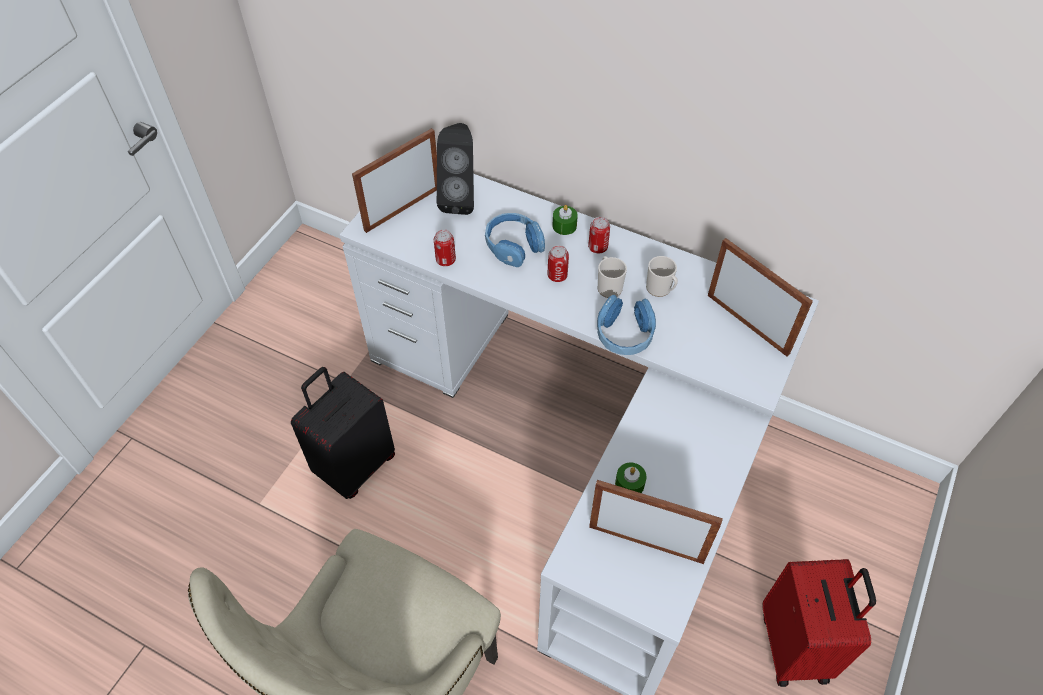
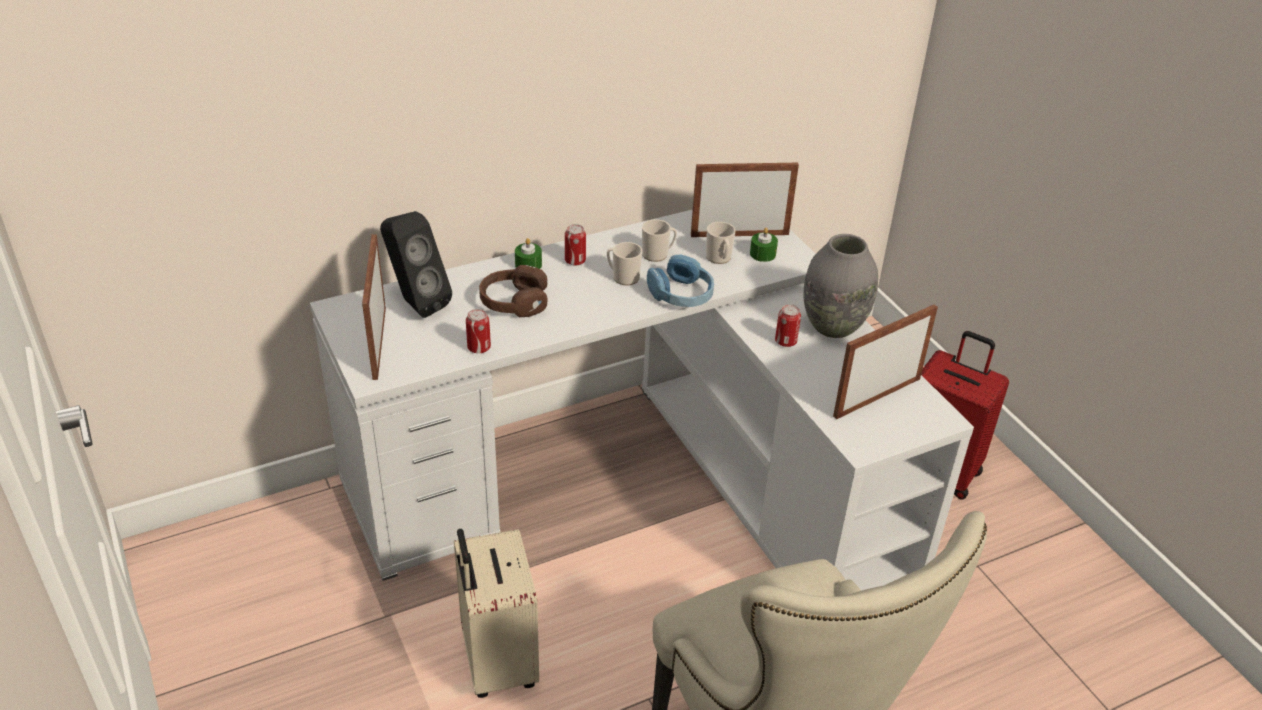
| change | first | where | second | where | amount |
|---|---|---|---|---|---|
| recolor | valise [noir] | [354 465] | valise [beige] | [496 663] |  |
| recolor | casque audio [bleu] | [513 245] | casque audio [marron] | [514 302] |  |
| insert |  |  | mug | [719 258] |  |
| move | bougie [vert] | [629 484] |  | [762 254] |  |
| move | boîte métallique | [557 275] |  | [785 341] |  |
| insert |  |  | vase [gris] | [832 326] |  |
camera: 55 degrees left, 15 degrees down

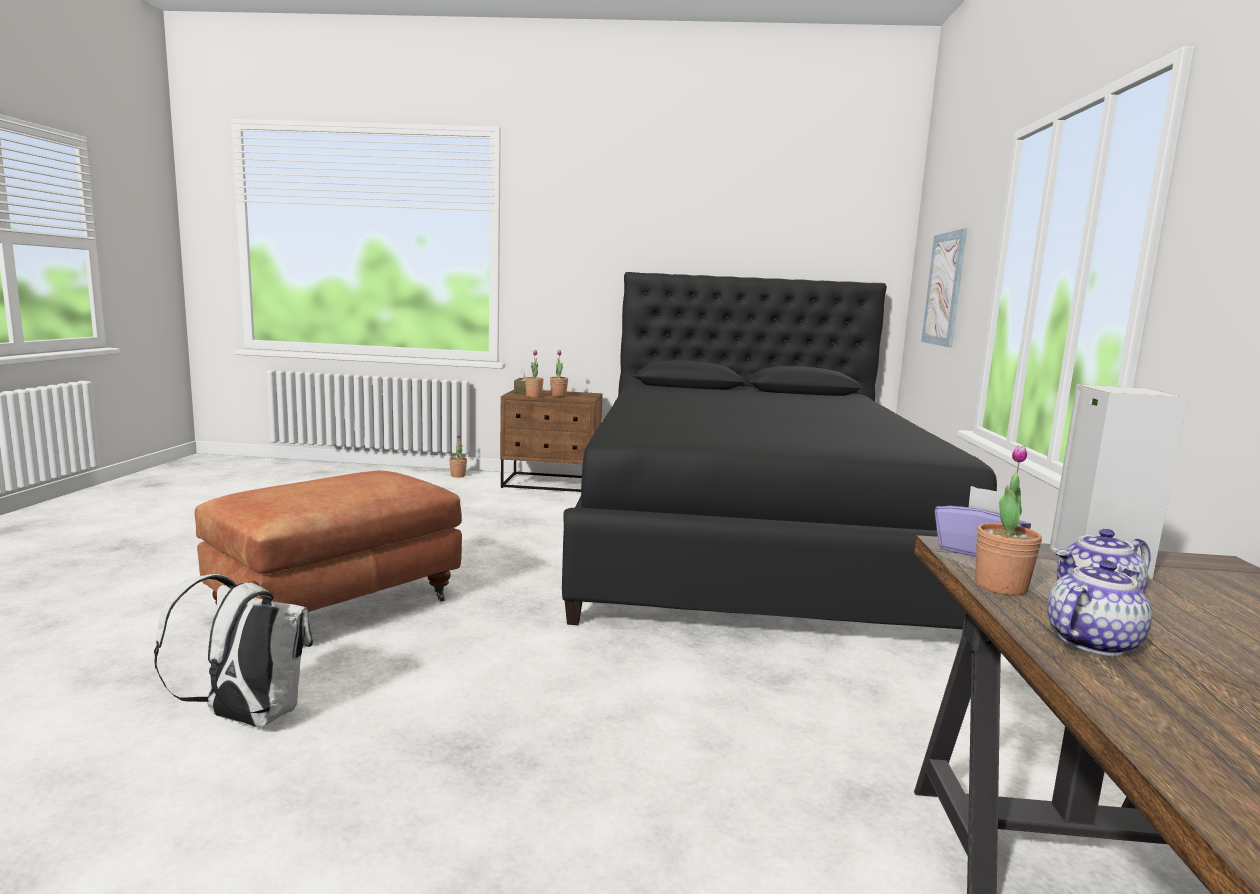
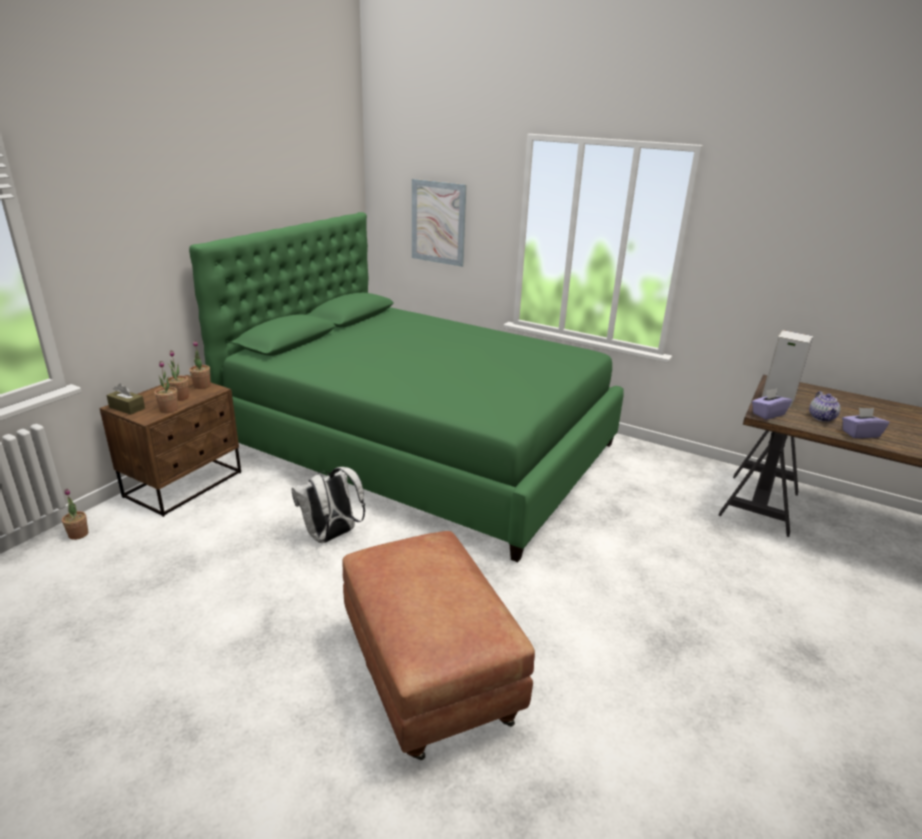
| change | first | where | second | where | amount |
|---|---|---|---|---|---|
| recolor | lit [noir] | [751 542] | lit [vert] | [421 445] |  |
| move | plante en pot | [1000 586] |  | [202 386] |  |
| move | sac à dos [blanc] | [246 718] |  | [331 536] |  |
| replace | théière | [1091 641] | boîte à mouchoirs [violet] | [860 434] |  |
camera: 65 degrees left, 15 degrees up

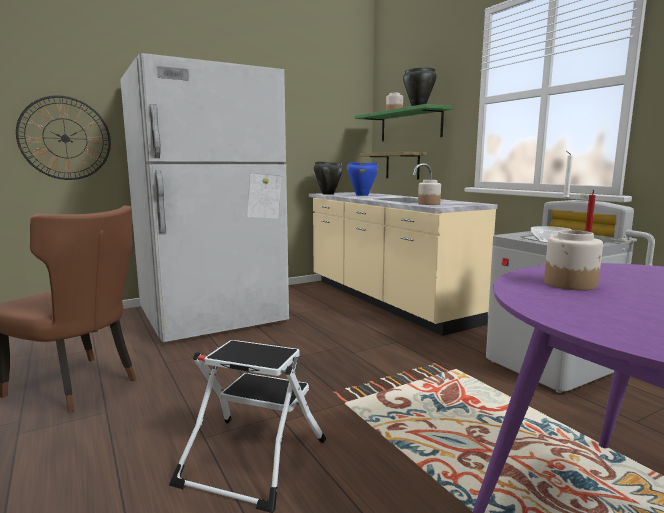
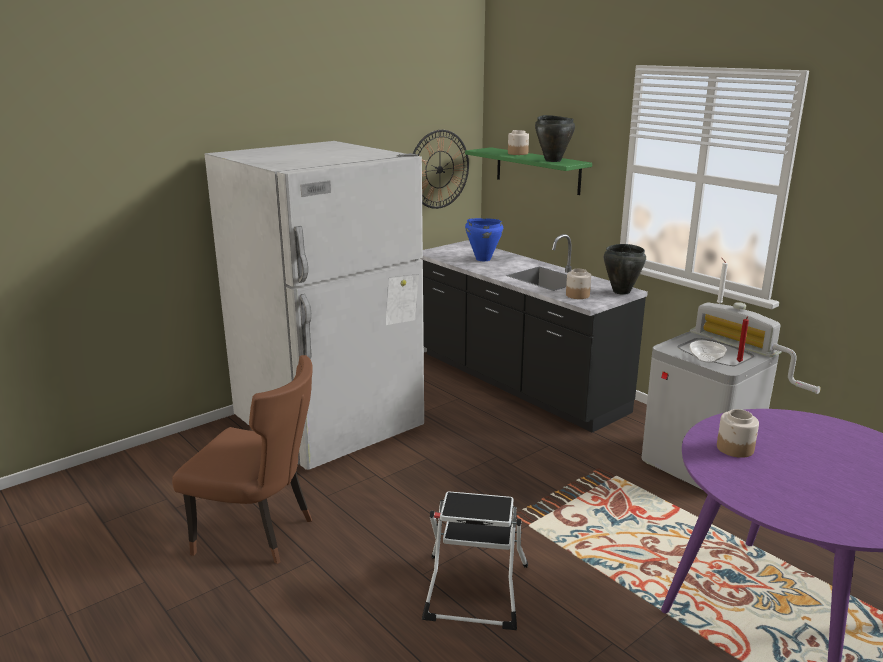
| change | first | where | second | where | amount |
|---|---|---|---|---|---|
| move | horloge murale | [65 138] |  | [439 169] |  |
| recolor | comptoir de cuisine [beige] | [385 300] | comptoir de cuisine [noir] | [515 383] |  |
| move | marmite [noir] | [327 194] |  | [621 292] |  |
| delete | étagère | [402 165] |  |  |  |
camera: 10 degrees left, 10 degrees up

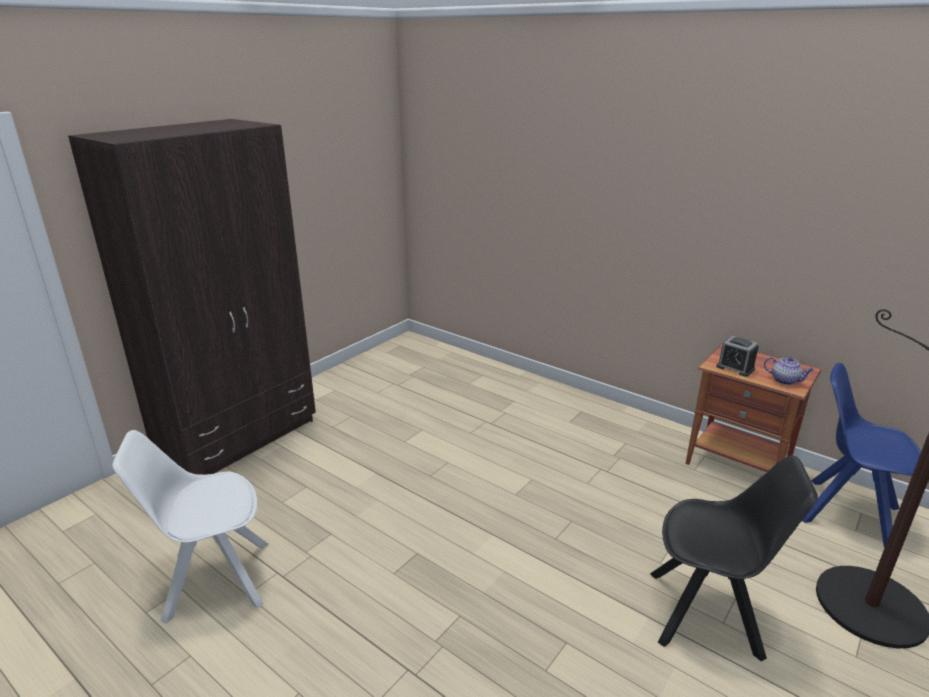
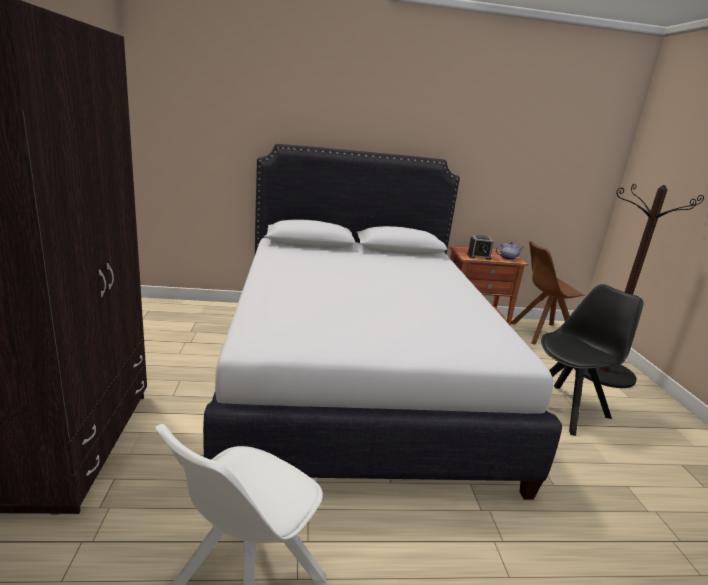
| change | first | where | second | where | amount |
|---|---|---|---|---|---|
| insert |  |  | lit [blanc] | [356 375] |  |
| recolor | chaise [bleu] | [846 513] | chaise [marron] | [540 333] |  |
camera: 45 degrees left, 5 degrees down

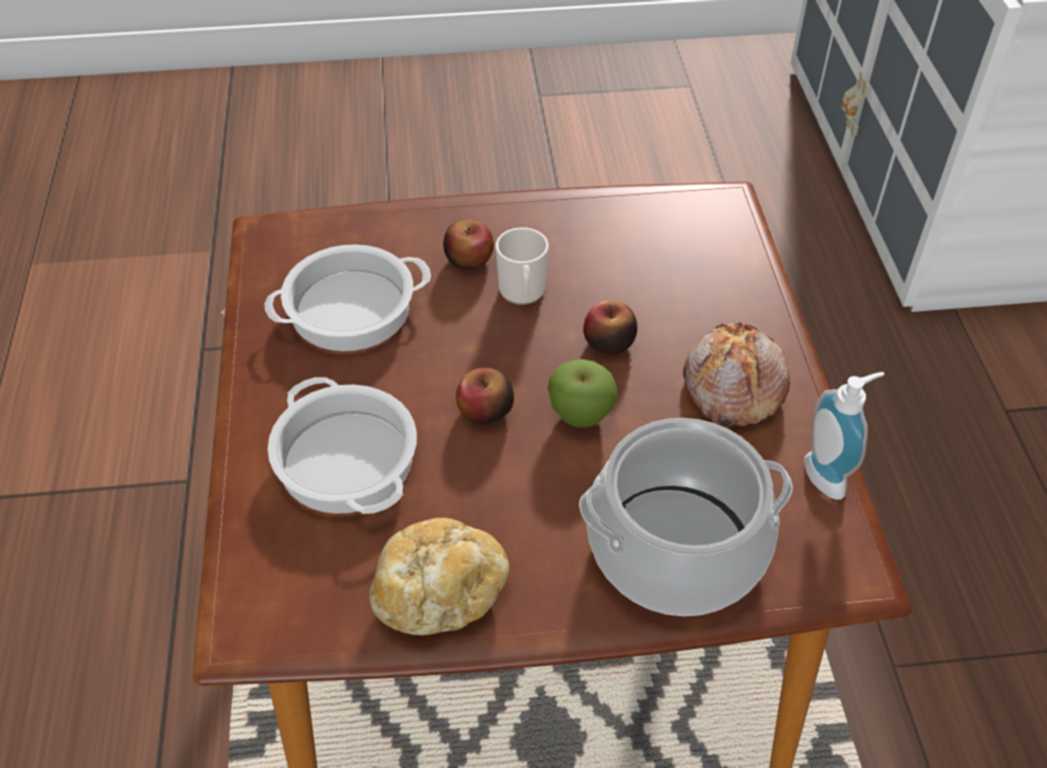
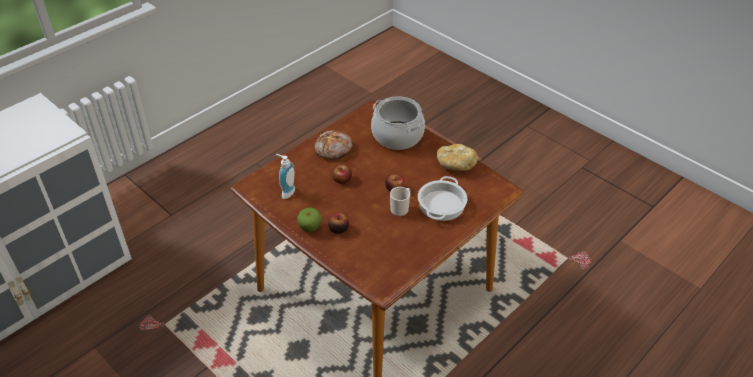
| change | first | where | second | where | amount |
|---|---|---|---|---|---|
| move | distributeur de savon | [830 475] |  | [286 192] |  |
| move | pomme | [581 415] |  | [310 228] |  |
| move | mug | [522 293] |  | [401 208] |  |
| delete | marmite | [350 310] |  |  |  |
camera: 130 degrees left, 5 degrees down

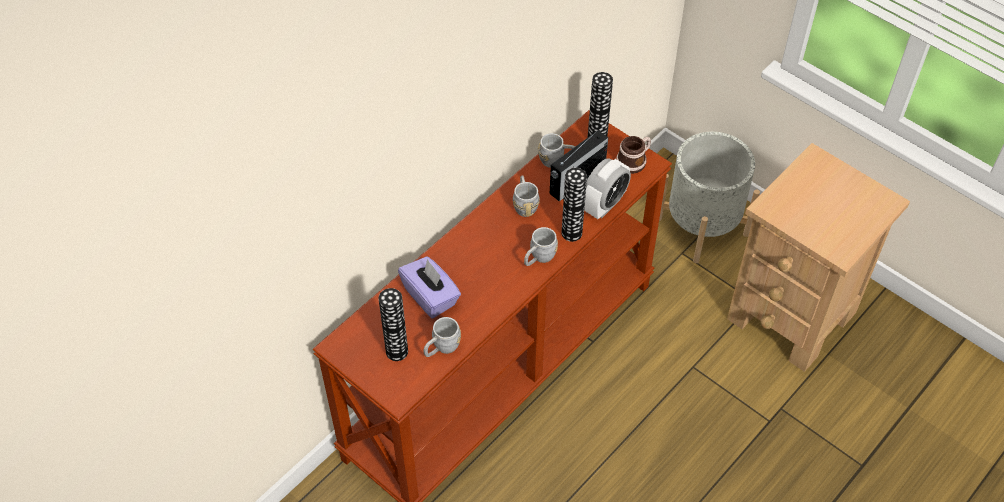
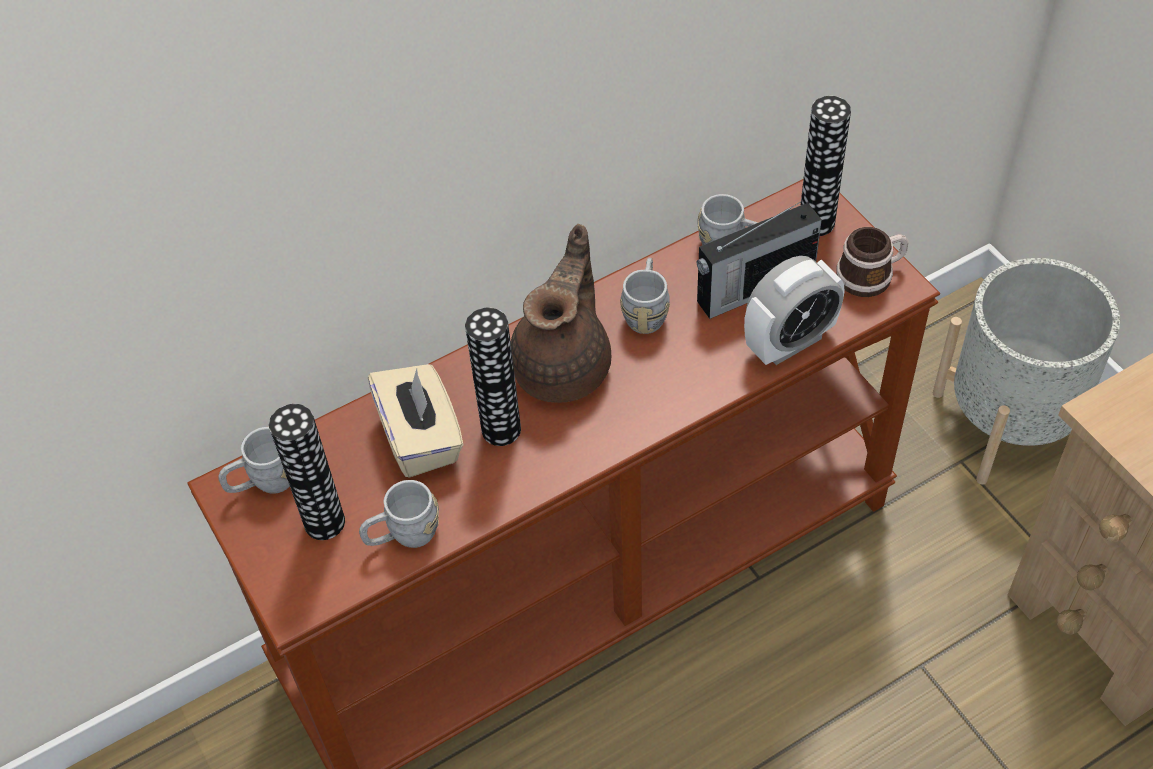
| change | first | where | second | where | amount |
|---|---|---|---|---|---|
| move | mug [gris] | [539 258] |  | [264 482] |  |
| recolor | boîte à mouchoirs [violet] | [431 297] | boîte à mouchoirs [beige] | [421 438] |  |
| move | vase | [571 233] |  | [501 429] |  |
| insert |  |  | théière [marron] | [565 365] |  |
camera: 20 degrees right, 0 degrees up

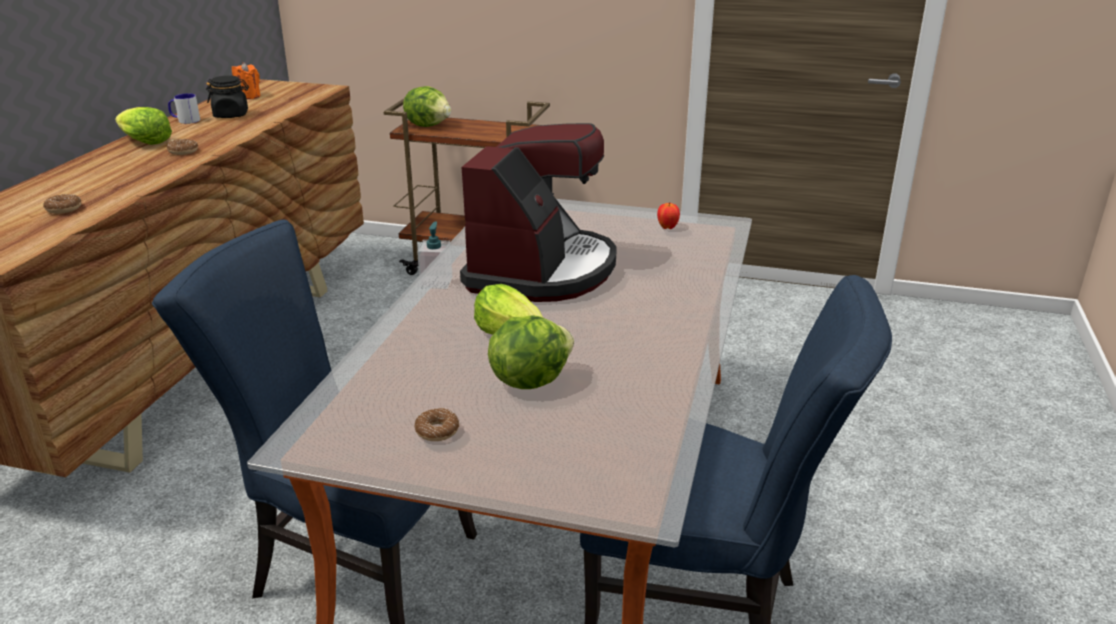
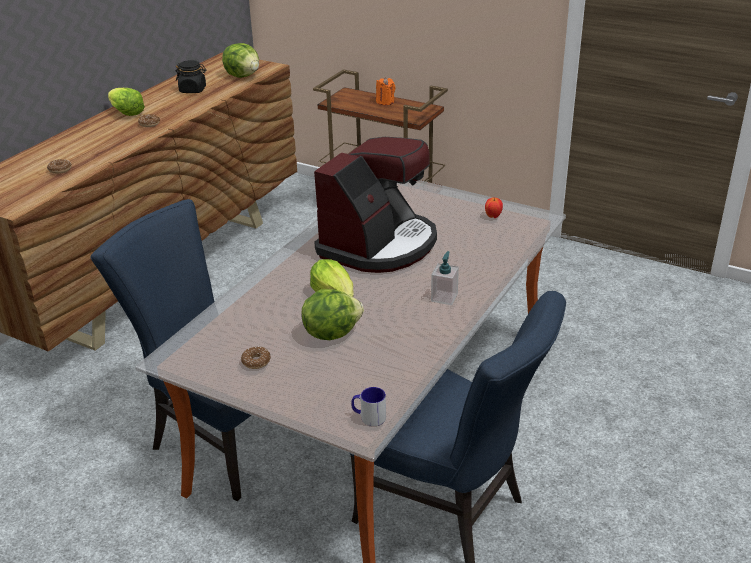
| change | first | where | second | where | amount |
|---|---|---|---|---|---|
| move | laitue | [428 125] |  | [243 75] |  |
| move | mug | [185 120] |  | [368 417] |  |
| move | bougie [orange] | [248 96] |  | [385 102] |  |
| move | distributeur de savon | [436 282] |  | [444 297] |  |
camera: 15 degrees right, 5 degrees up

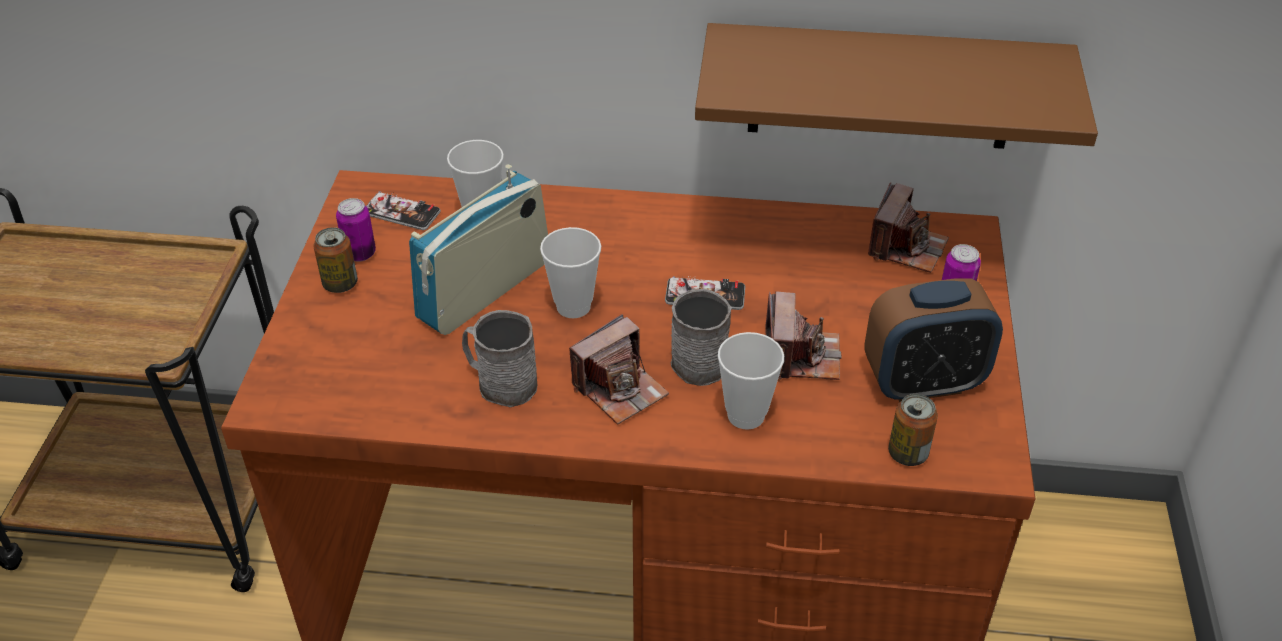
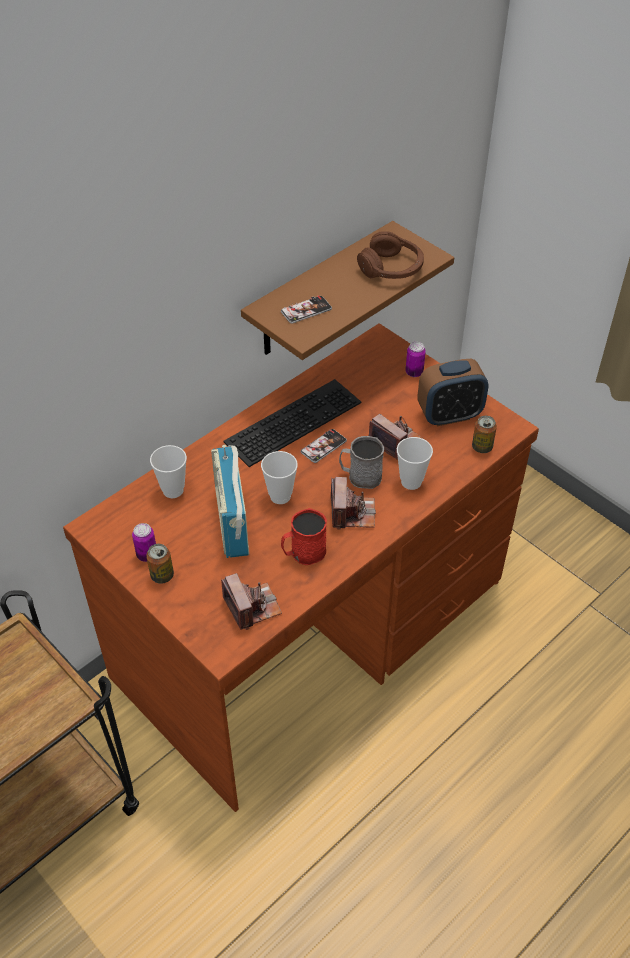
| change | first | where | second | where | amount |
|---|---|---|---|---|---|
| move | appareil photo | [906 247] |  | [252 607] |  |
| insert |  |  | clavier | [293 420] |  |
| move | téléphone | [401 212] |  | [306 310] |  |
| recolor | mug [gris] | [500 383] | mug [rouge] | [303 553] |  |
| insert |  |  | casque audio [marron] | [391 268] |  |
| rotate | réveil | [923 382] |  | [449 415] | 45 degrees clockwise |
camera: 50 degrees left, 5 degrees up

